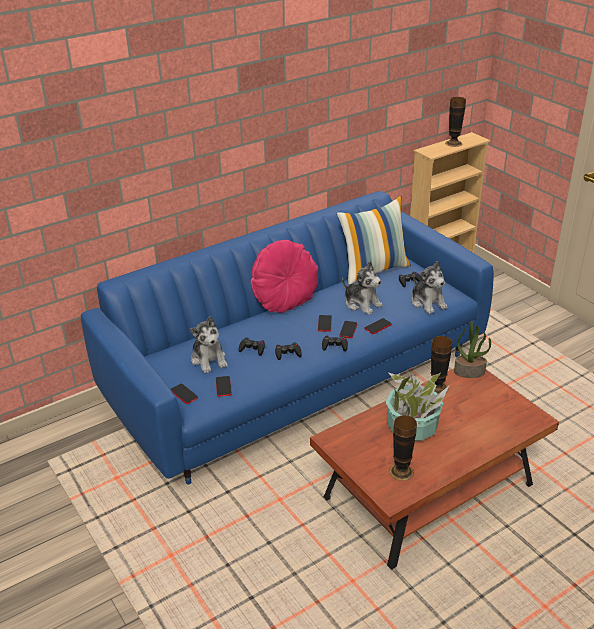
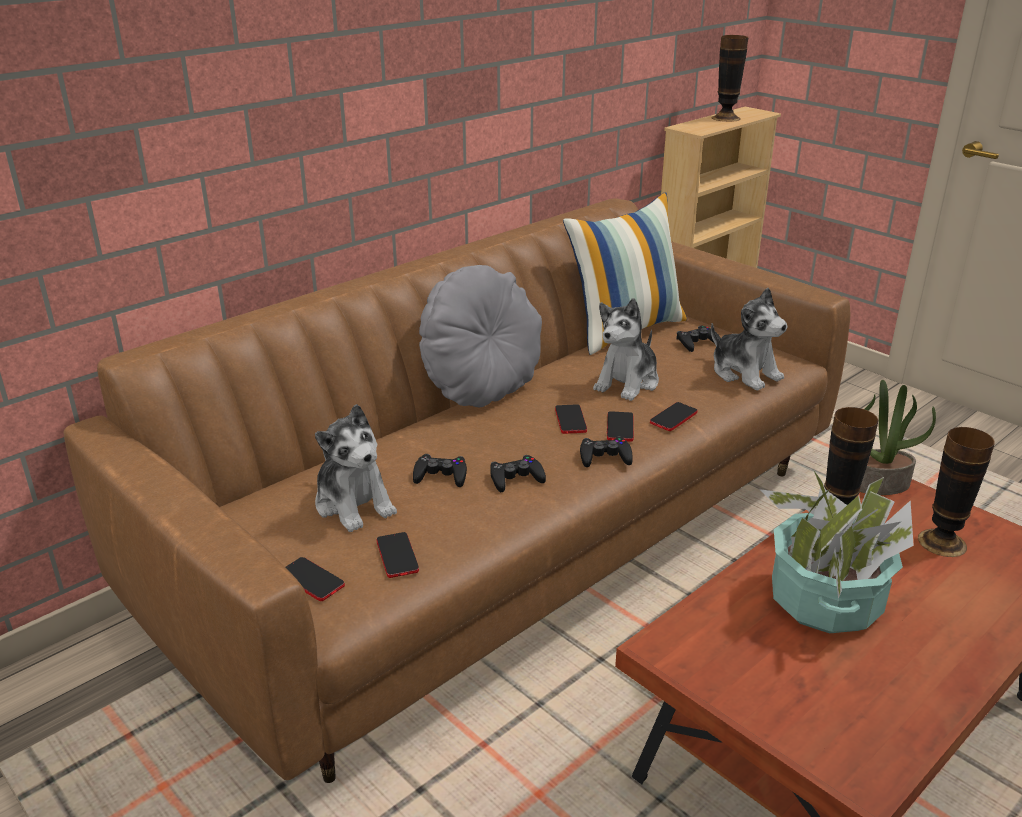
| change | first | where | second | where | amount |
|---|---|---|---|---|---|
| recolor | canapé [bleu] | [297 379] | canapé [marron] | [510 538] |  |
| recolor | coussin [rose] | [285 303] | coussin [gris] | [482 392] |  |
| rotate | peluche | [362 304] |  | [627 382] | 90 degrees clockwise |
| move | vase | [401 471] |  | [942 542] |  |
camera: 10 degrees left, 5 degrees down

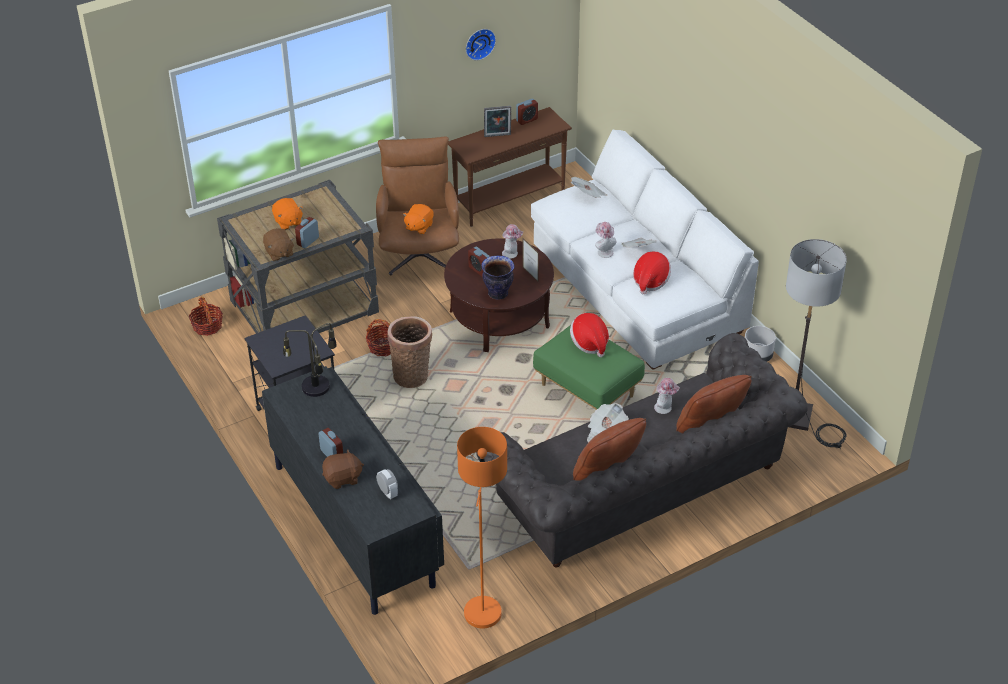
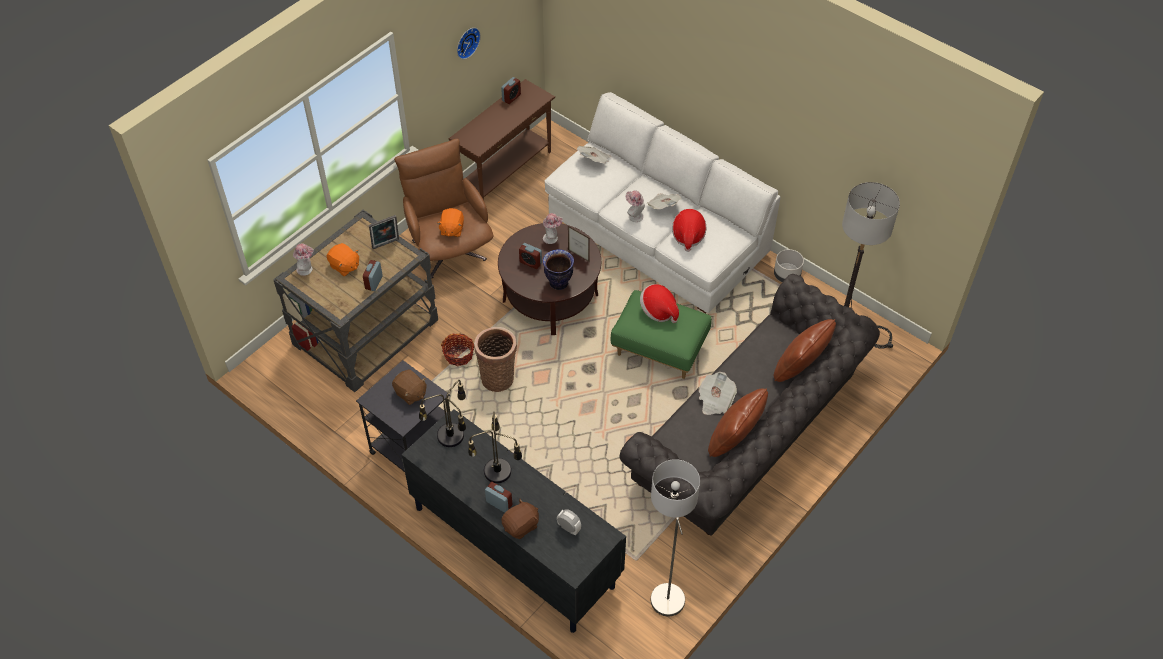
| change | first | where | second | where | amount |
|---|---|---|---|---|---|
| move | chapeau | [665 408] |  | [306 269] |  |
| move | cadre photo | [497 136] |  | [386 245] |  |
| move | peluche [marron] | [279 253] |  | [410 393] |  |
| insert |  |  | lampe de table | [497 471] |  |
| recolor | lampadaire [orange] | [484 604] | lampadaire [gris] | [665 591] |  |
| delete | panier | [207 326] |  |  |  |
camera: 20 degrees left, 10 degrees up

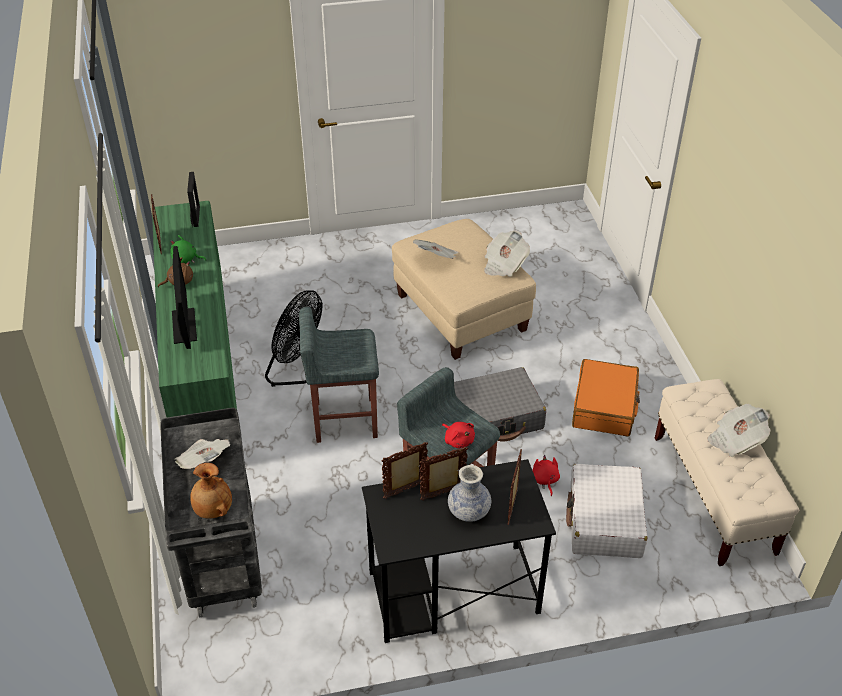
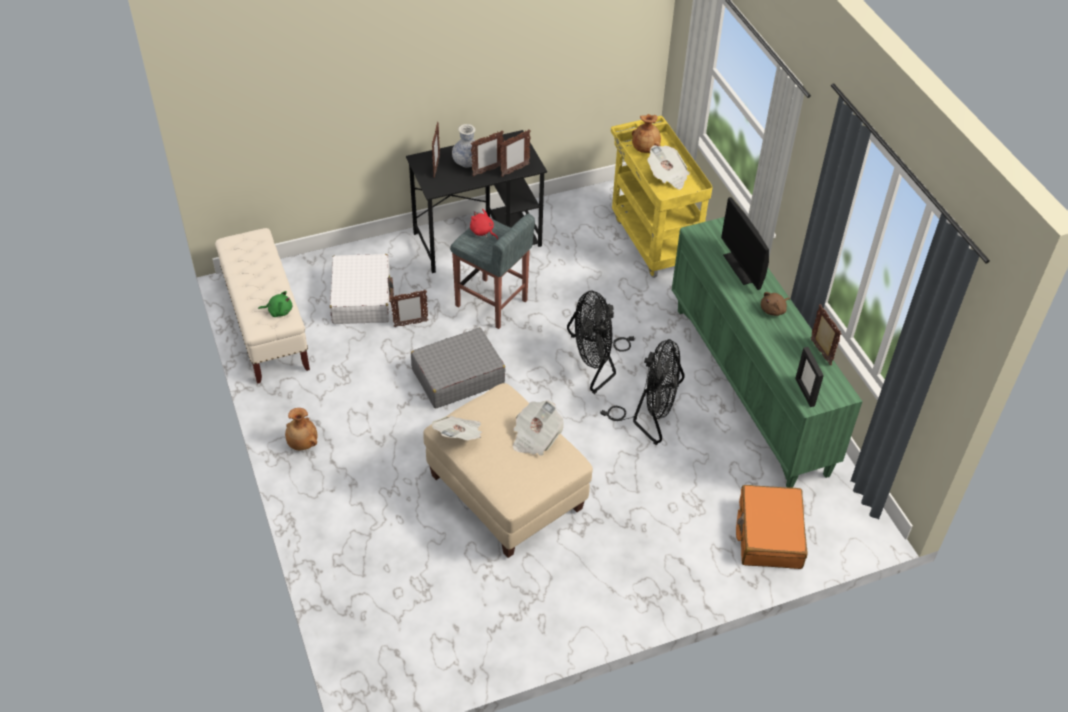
| change | first | where | second | where | amount |
|---|---|---|---|---|---|
| move | peluche [vert] | [186 259] |  | [279 311] |  |
| insert |  |  | vase [marron] | [302 443] |  |
| replace | peluche [rouge] | [545 480] | cadre photo | [410 324] |  |
| replace | tabouret [gris] | [344 420] | ventilateur [noir] | [597 359] |  |
| recolor | chariot [noir] | [224 565] | chariot [jaune] | [650 241] |  |
| move | valise [orange] | [605 406] |  | [769 534] |  |
| delete | journal | [735 440] |  |  |  |
camera: 170 degrees right, 5 degrees up

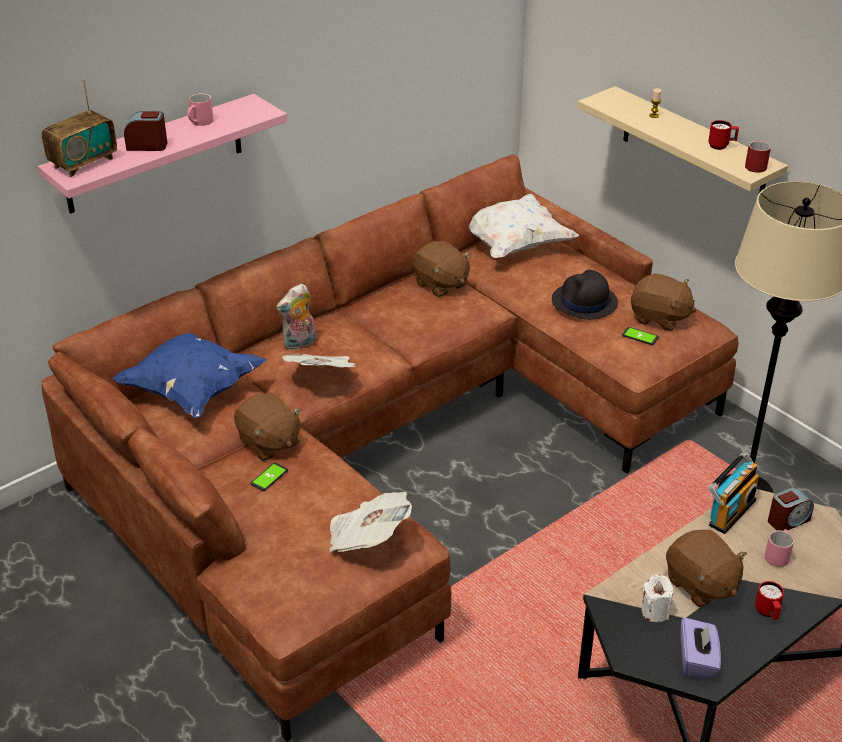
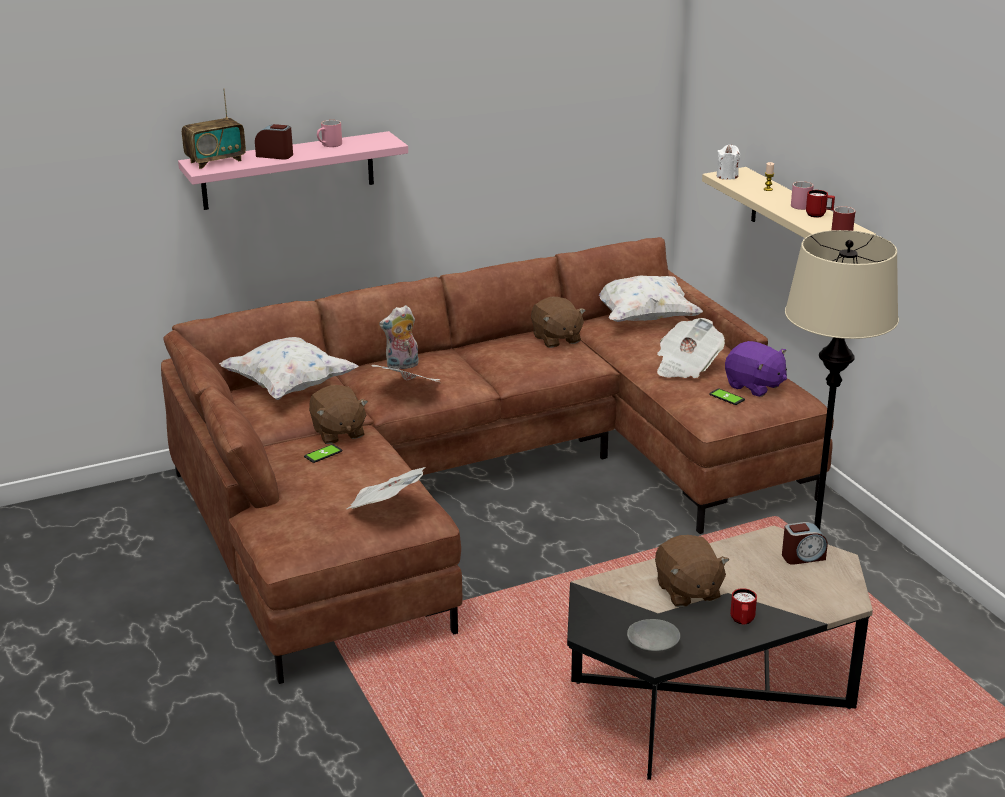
| change | first | where | second | where | amount |
|---|---|---|---|---|---|
| recolor | coussin [bleu] | [191 390] | coussin [blanc] | [289 386] |  |
| replace | boîte à mouchoirs [violet] | [697 660] | bol [gris] | [652 645] |  |
| replace | chapeau [noir] | [584 302] | journal | [686 366] |  |
| move | bougie [blanc] | [655 611] |  | [727 176] |  |
| recolor | peluche [marron] | [659 318] | peluche [violet] | [754 386] |  |
| move | mug [rose] | [777 554] |  | [802 205] |  |
| delete | radio | [729 511] |  |  |  |
camera: 15 degrees right, 10 degrees down

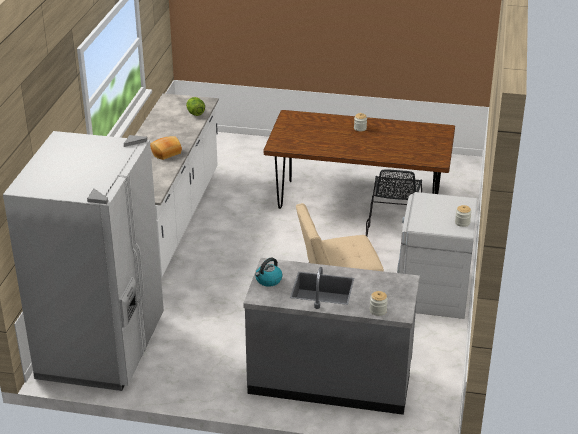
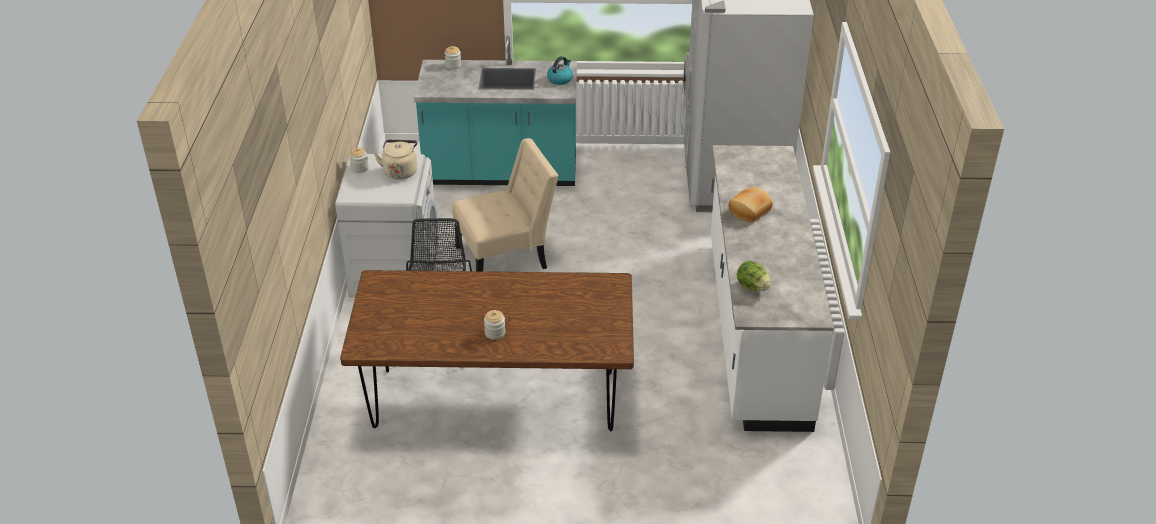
| change | first | where | second | where | amount |
|---|---|---|---|---|---|
| insert |  |  | bouilloire [beige] | [400 171] |  |
| recolor | comptoir de cuisine [gris] | [330 379] | comptoir de cuisine [turquoise] | [501 173] |  |
camera: 170 degrees right, 5 degrees up

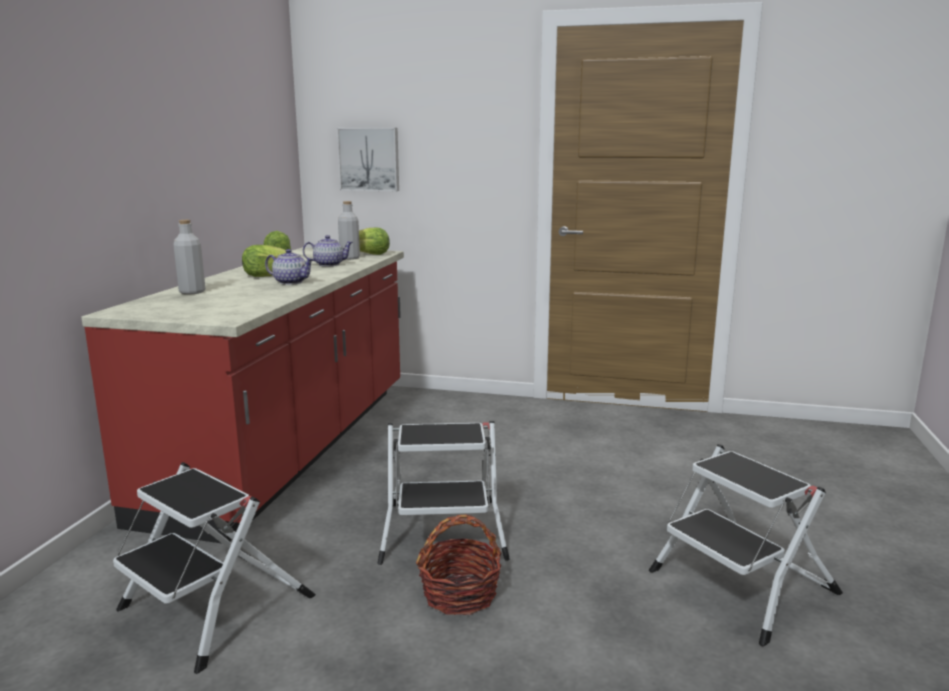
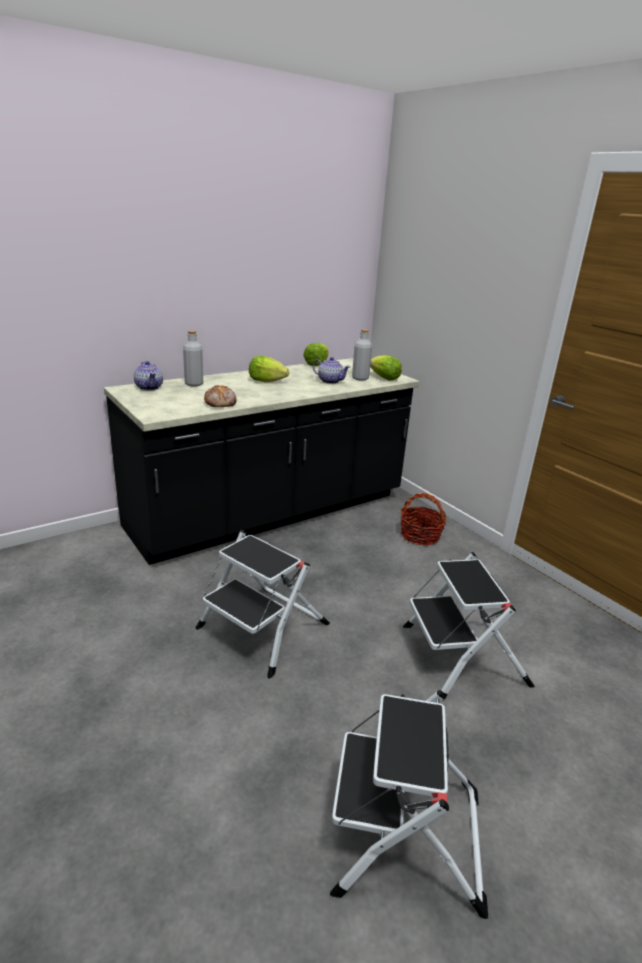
| change | first | where | second | where | amount |
|---|---|---|---|---|---|
| recolor | comptoir de cuisine [rouge] | [290 448] | comptoir de cuisine [noir] | [269 513] |  |
| move | théière | [290 282] |  | [149 387] |  |
| insert |  |  | pain | [221 403] |  |
| move | panier | [460 594] |  | [420 536] |  |
| move | escabeau | [216 606] |  | [463 657] |  |
| delete | tableau | [369 159] |  |  |  |
camera: 40 degrees right, 10 degrees up

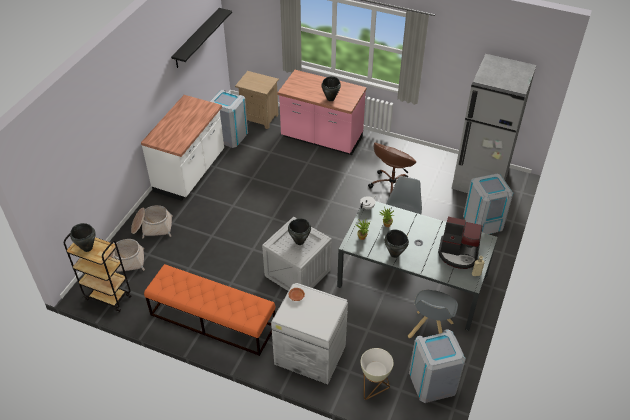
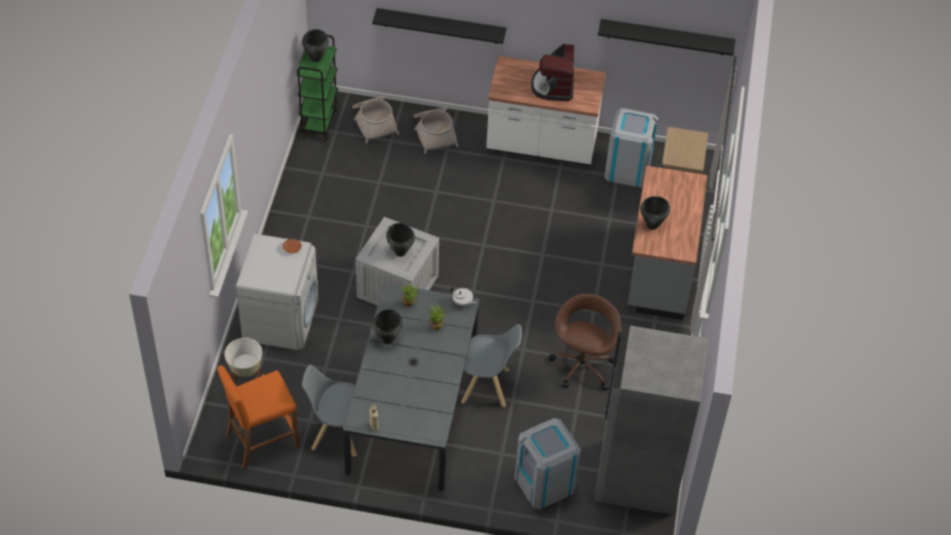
| change | first | where | second | where | amount |
|---|---|---|---|---|---|
| replace | poubelle [gris] | [432 382] | tabouret [orange] | [262 440] |  |
| recolor | chariot [marron] | [107 298] | chariot [vert] | [319 123] |  |
| insert |  |  | étagère [noir] | [441 26] |  |
| move | machine à café | [458 253] |  | [553 86] |  |
| rotate | chaise de bureau [marron] | [390 187] |  | [582 366] | 90 degrees clockwise |
| recolor | comptoir de cuisine [rose] | [321 138] | comptoir de cuisine [gris] | [659 272] |  |
| delete | banc [orange] | [212 320] |  |  |  |
camera: 75 degrees right, 5 degrees up

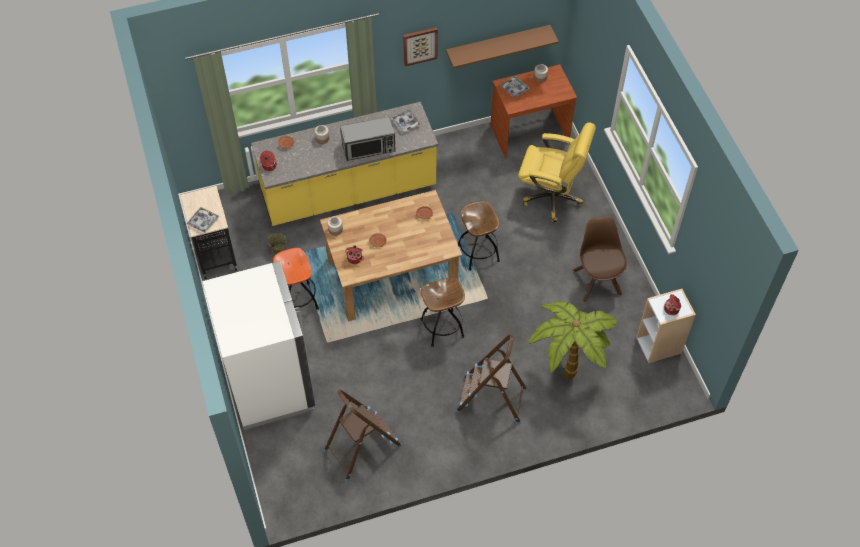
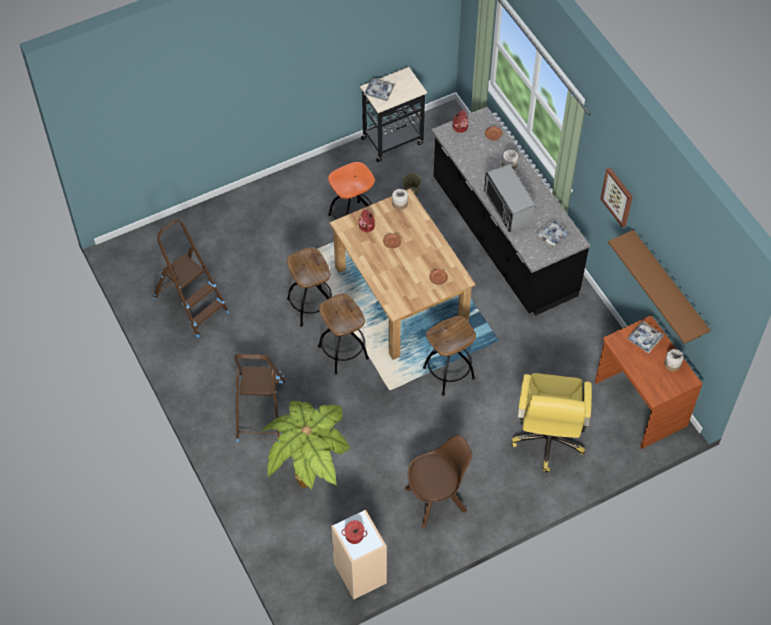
| change | first | where | second | where | amount |
|---|---|---|---|---|---|
| insert |  |  | tabouret [marron] | [311 306] |  |
| recolor | comptoir de cuisine [jaune] | [349 191] | comptoir de cuisine [noir] | [502 238] |  |
| delete | réfrigérateur [blanc] | [270 383] |  |  |  |
camera: 80 degrees right, 0 degrees up

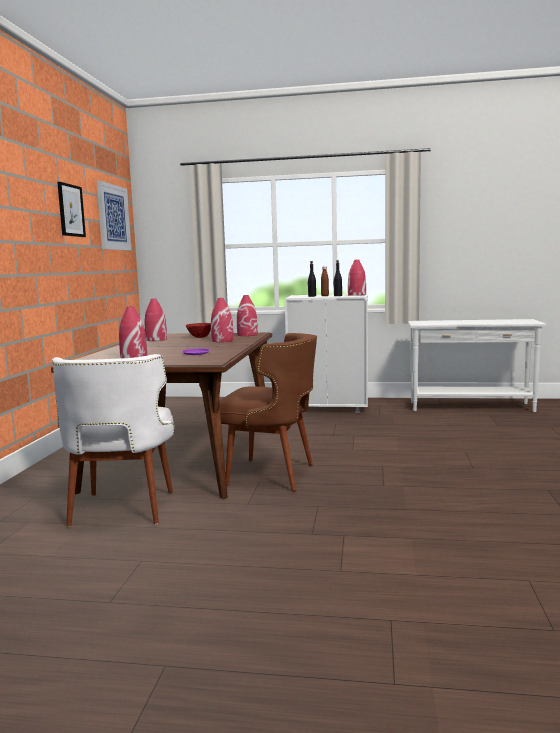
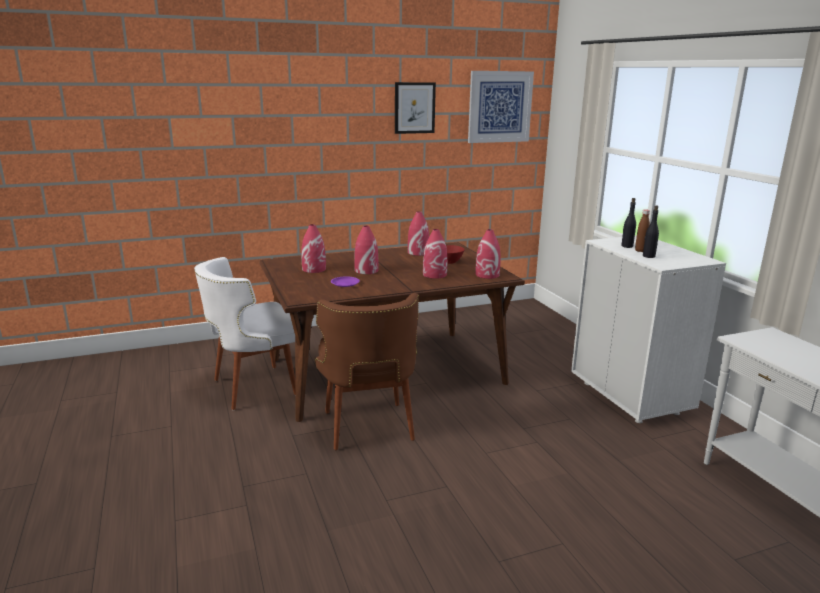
| change | first | where | second | where | amount |
|---|---|---|---|---|---|
| move | vase [rouge] | [356 295] |  | [366 270] |  |
camera: 60 degrees right, 10 degrees up

